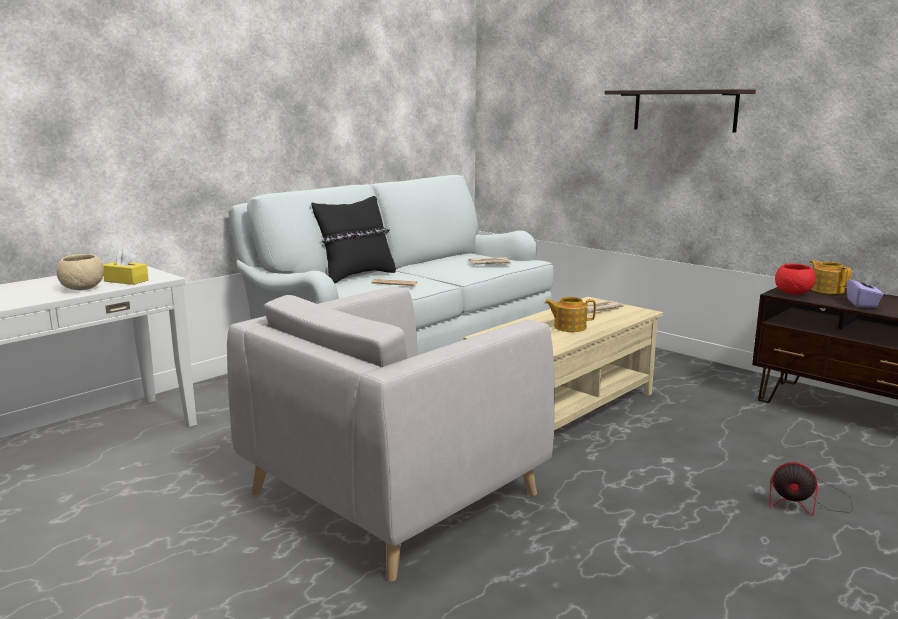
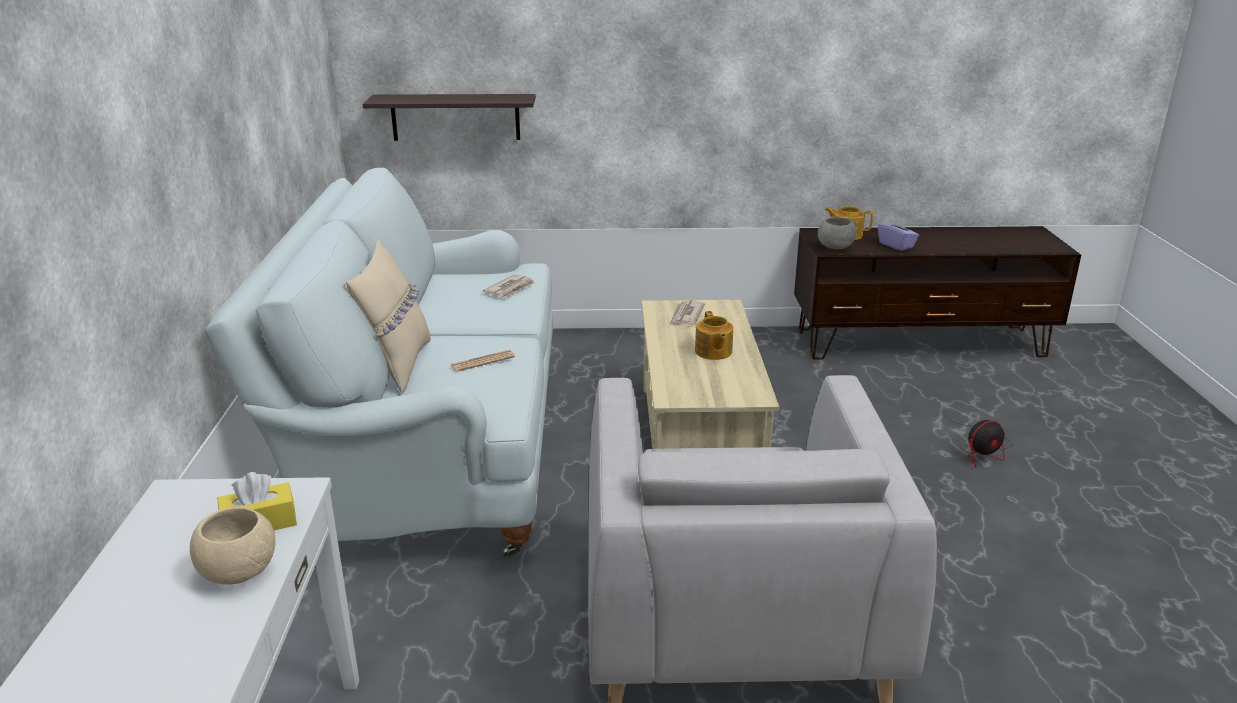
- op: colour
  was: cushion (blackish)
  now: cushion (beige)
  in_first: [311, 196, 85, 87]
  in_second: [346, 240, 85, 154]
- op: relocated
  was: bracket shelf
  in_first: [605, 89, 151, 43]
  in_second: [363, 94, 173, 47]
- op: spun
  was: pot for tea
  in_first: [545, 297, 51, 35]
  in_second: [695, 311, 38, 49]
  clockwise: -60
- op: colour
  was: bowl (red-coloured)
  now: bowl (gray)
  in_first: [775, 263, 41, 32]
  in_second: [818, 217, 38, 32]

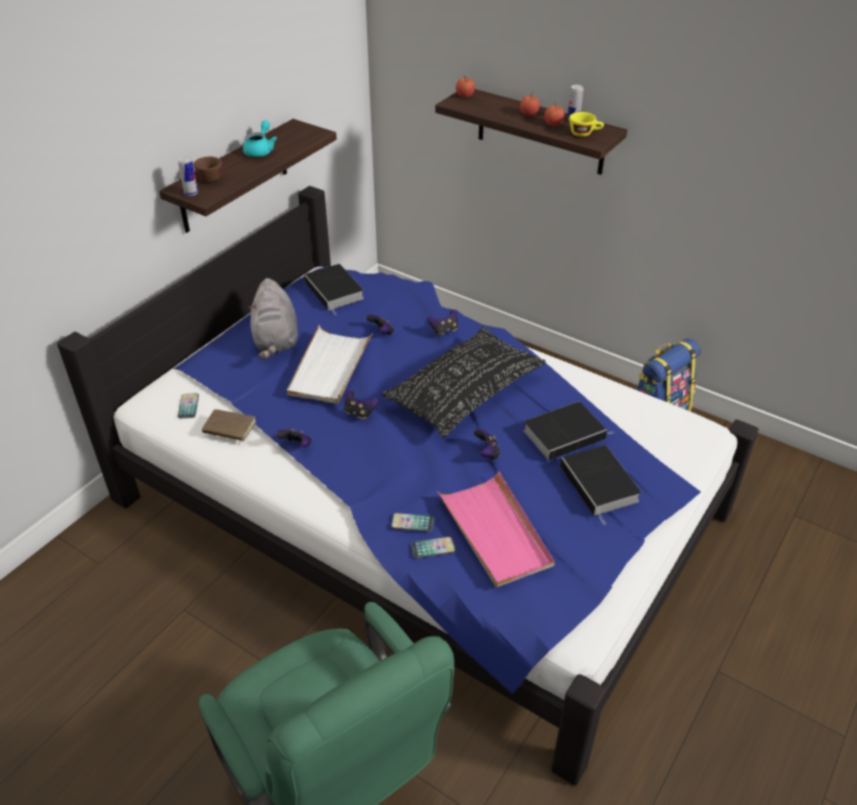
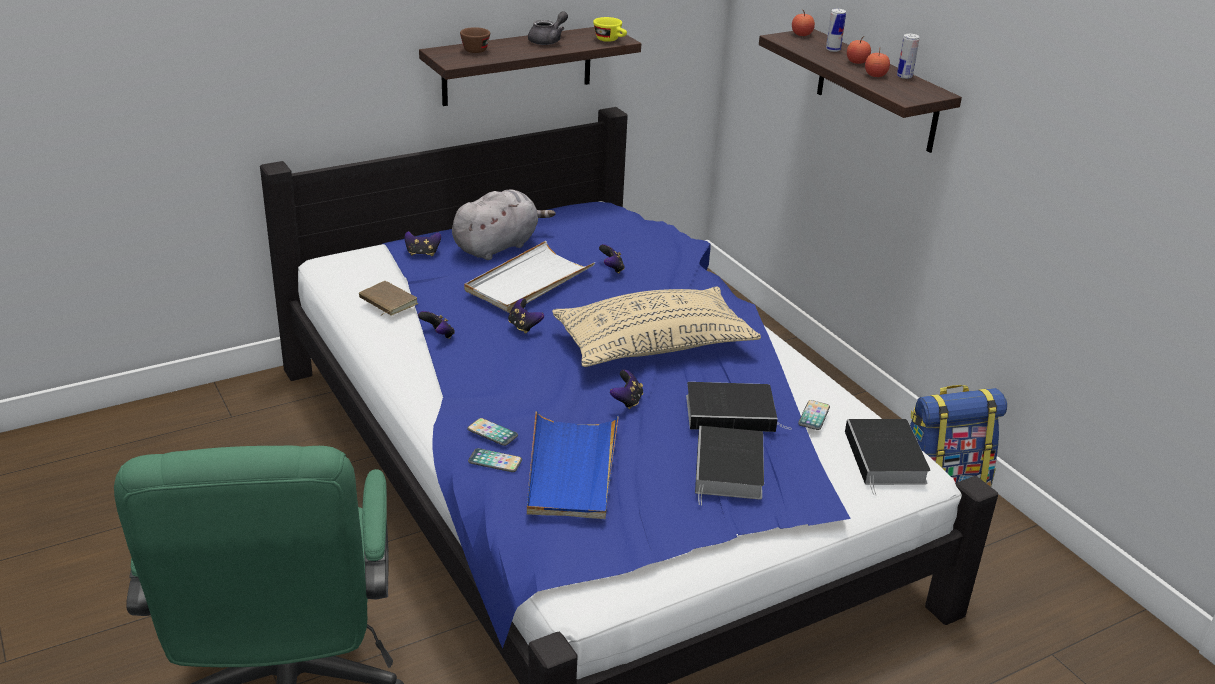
- op: relocated
  was: gamepad
  in_first: [428, 310, 30, 25]
  in_second: [405, 231, 36, 25]
- op: spun
  was: cuddly toy (gray)
  in_first: [248, 278, 50, 81]
  in_second: [452, 189, 103, 71]
  clockwise: -150
- op: colour
  was: carrying tray (pinkish)
  now: carrying tray (bluish)
  in_first: [437, 471, 118, 116]
  in_second: [527, 410, 92, 109]
- op: colour
  was: pot for tea (blue-green)
  now: pot for tea (gray)
  in_first: [243, 120, 34, 37]
  in_second: [528, 11, 40, 34]
- op: colour
  was: cushion (blackish)
  now: cushion (beige)
  in_first: [382, 327, 163, 110]
  in_second: [552, 286, 209, 81]
- op: relocated
  was: drinking cup (yellow)
  in_first: [569, 112, 35, 25]
  in_second: [593, 17, 34, 25]
- op: relocated
  was: telephone
  in_first: [178, 393, 21, 26]
  in_second: [798, 400, 32, 30]
- op: relocated
  was: can
  in_first: [178, 156, 20, 40]
  in_second: [826, 9, 20, 43]
- op: relocated
  was: volume
  in_first: [304, 264, 60, 51]
  in_second: [845, 419, 85, 77]

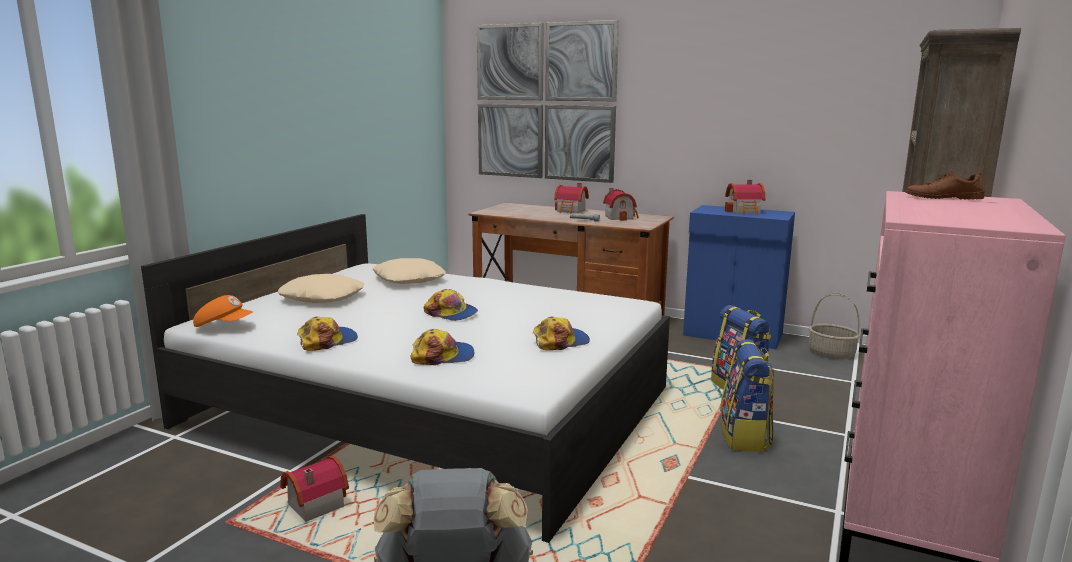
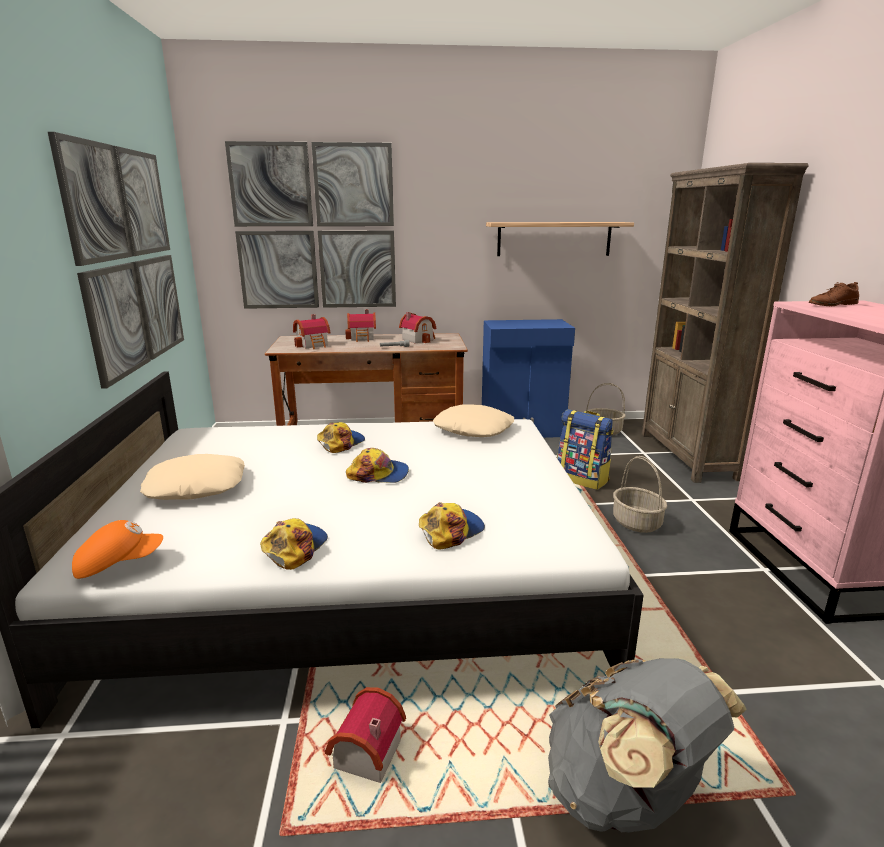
- op: appeared
  now: wall art
  in_second: [48, 132, 136, 257]
- op: relocated
  was: model house
  in_first: [725, 180, 40, 35]
  in_second: [293, 314, 37, 35]
- op: relocated
  was: baseball cap
  in_first: [533, 317, 57, 33]
  in_second: [317, 422, 48, 31]
- op: relocated
  was: cushion (beige)
  in_first: [373, 258, 73, 26]
  in_second: [433, 404, 81, 33]
- op: appeared
  now: bracket shelf
  in_second: [486, 222, 148, 34]
- op: exchanged
  was: backpack
  now: basket
  in_first: [720, 339, 54, 113]
  in_second: [613, 456, 54, 77]

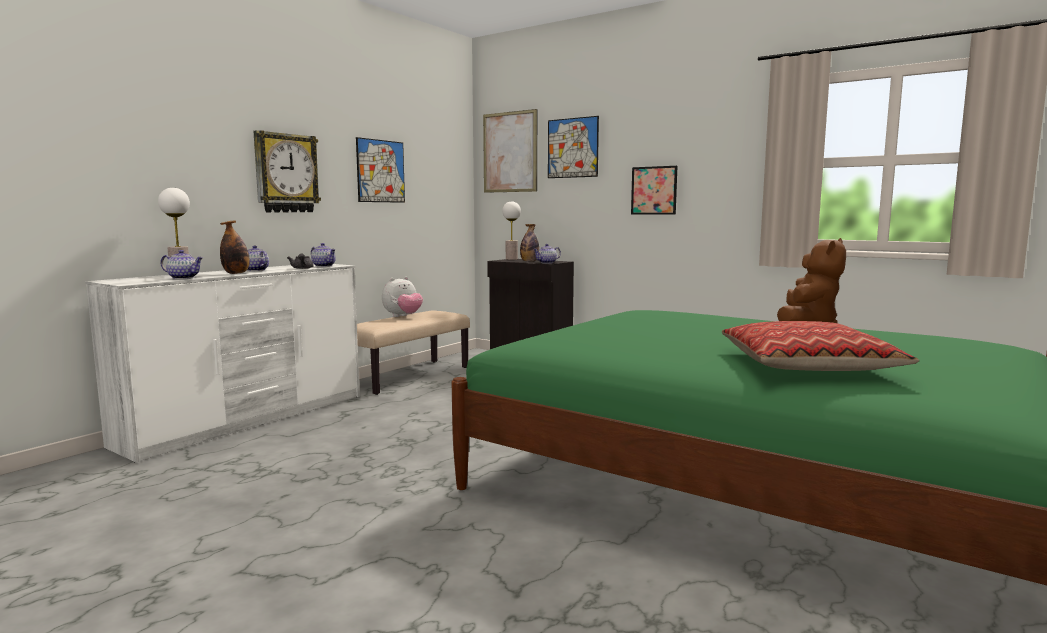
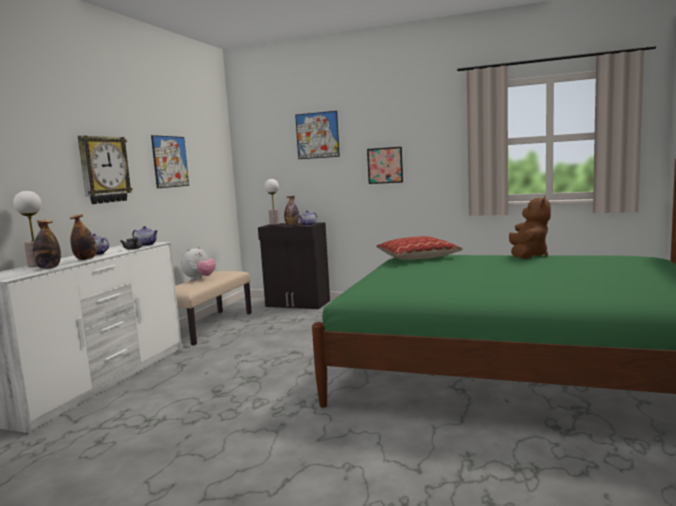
- op: exchanged
  was: pot for tea
  now: bottle
  in_first: [161, 250, 42, 29]
  in_second: [32, 220, 29, 49]
- op: relocated
  was: cushion
  in_first: [722, 321, 197, 50]
  in_second: [376, 236, 87, 24]
- op: missing
  was: wall art
  in_first: [483, 109, 54, 84]

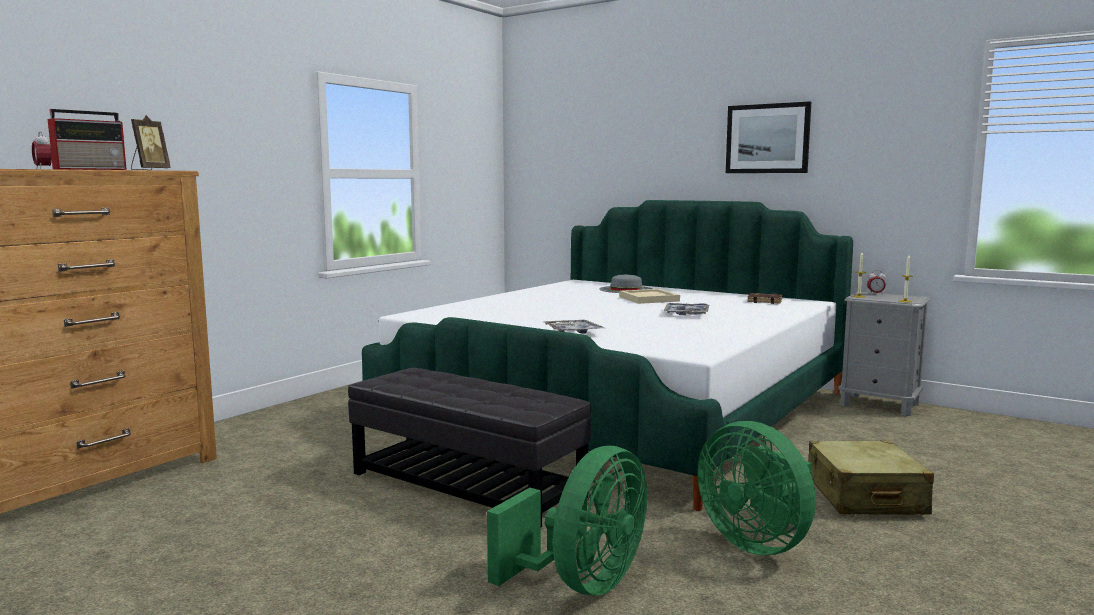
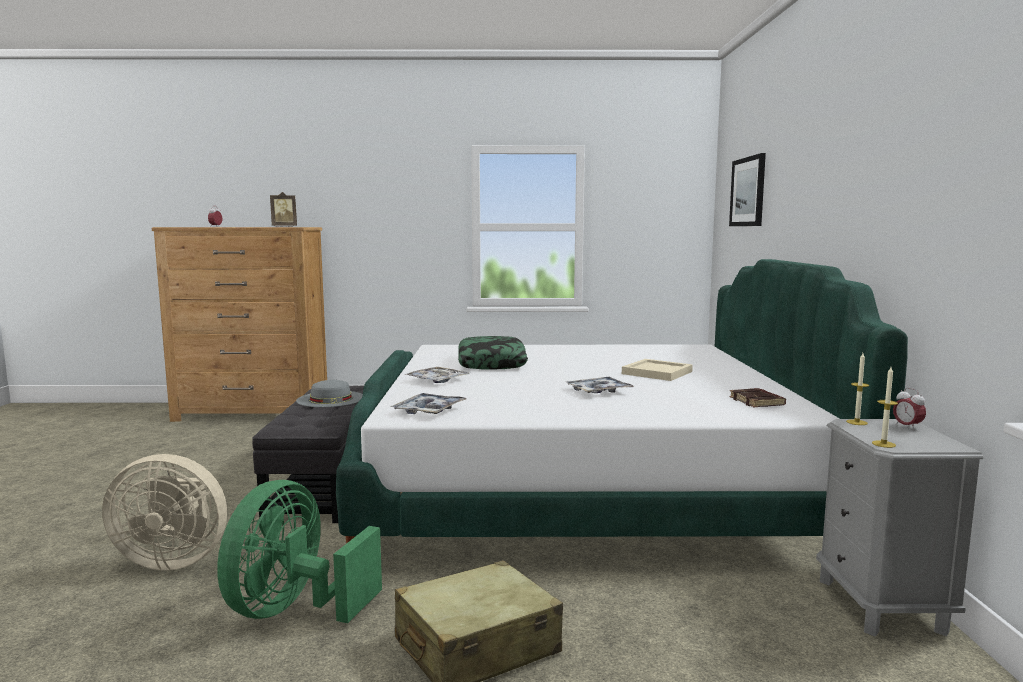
- op: colour
  was: cooling fan (green-coloured)
  now: cooling fan (beige)
  in_first: [487, 446, 160, 149]
  in_second: [102, 454, 125, 117]
- op: relocated
  was: clothing hat (gray)
  in_first: [599, 274, 54, 19]
  in_second: [296, 380, 67, 27]
- op: appeared
  now: carrying tray
  in_second: [390, 393, 76, 21]
- op: appeared
  now: cushion
  in_second: [458, 336, 70, 34]
- op: relocated
  was: wall art
  in_first: [726, 101, 85, 72]
  in_second: [729, 153, 37, 73]
- op: missing
  was: radio set
  in_first: [48, 109, 79, 61]

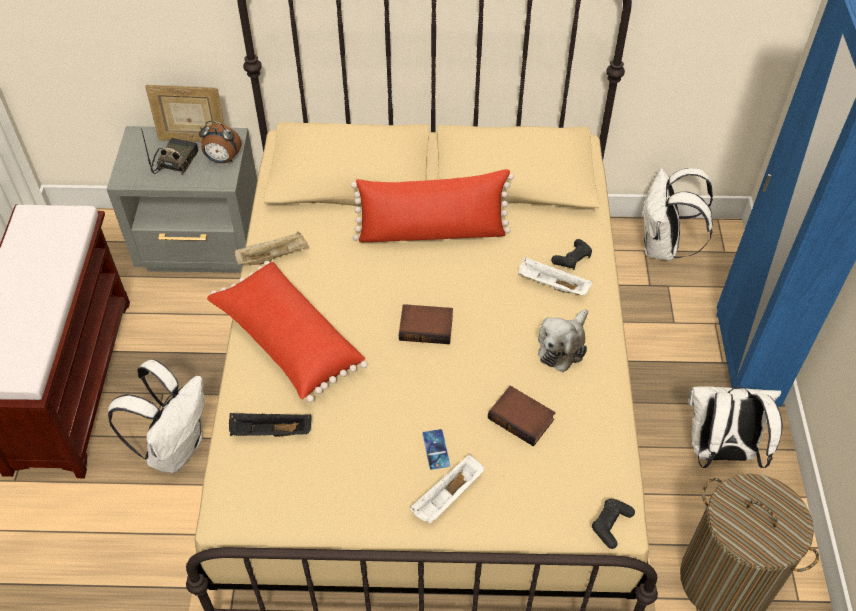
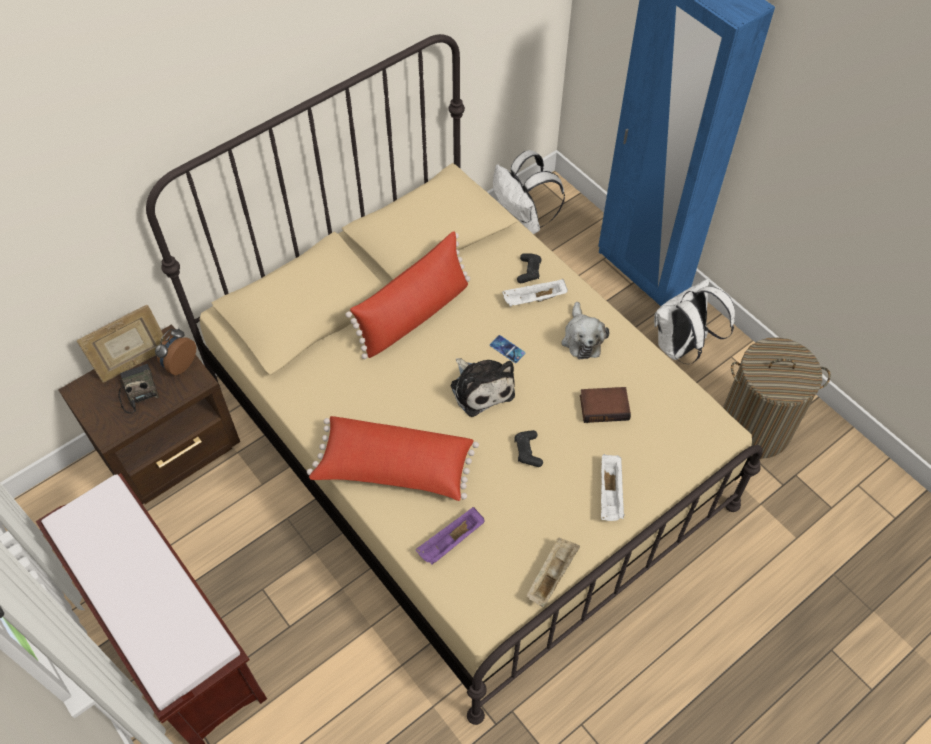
- op: colour
  was: night table (gray)
  now: night table (brown)
  in_first: [107, 126, 150, 147]
  in_second: [59, 324, 181, 180]
- op: spun
  was: table clock
  in_first: [199, 121, 43, 42]
  in_second: [155, 328, 41, 47]
  clockwise: 150
- op: colour
  was: carrying tray (blackish)
  now: carrying tray (purplish)
  in_first: [229, 413, 83, 24]
  in_second: [416, 507, 69, 58]
- op: exchanged
  was: volume
  now: cuddly toy
  in_first: [399, 304, 54, 40]
  in_second: [451, 358, 64, 59]
- op: relocated
  was: telephone
  in_first: [422, 429, 28, 41]
  in_second: [490, 335, 35, 28]
- op: relocated
  was: gamepad (blackish)
  in_first: [592, 499, 43, 50]
  in_second: [514, 430, 29, 37]
- op: relocated
  was: carrying tray (beige)
  in_first: [234, 231, 75, 34]
  in_second: [526, 538, 54, 69]
- op: missing
  was: backpack (white-coloured)
  in_first: [108, 359, 97, 114]

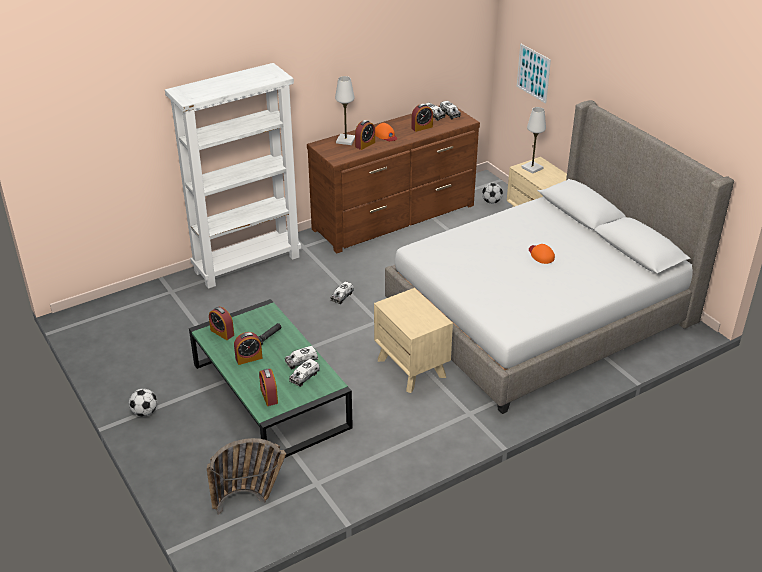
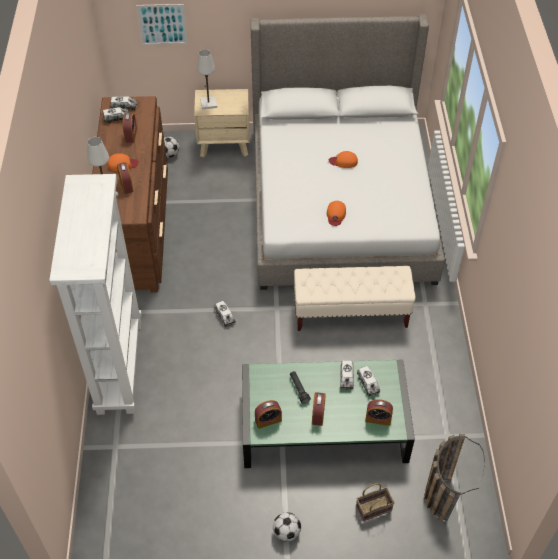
- op: exchanged
  was: night table (beige)
  now: indoor bench (beige)
  in_first: [374, 288, 79, 105]
  in_second: [294, 266, 121, 65]
- op: appeared
  now: baseball cap (orange-coloured)
  in_second: [327, 201, 19, 25]
- op: appeared
  now: basket
  in_second: [356, 483, 39, 39]

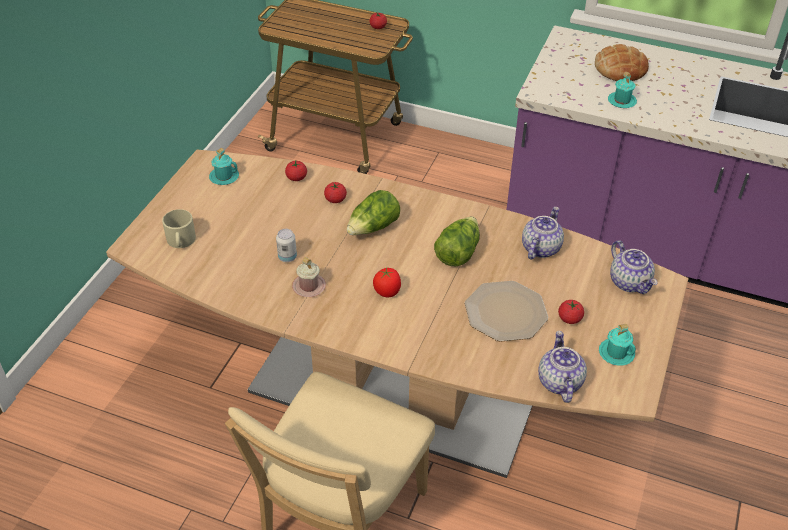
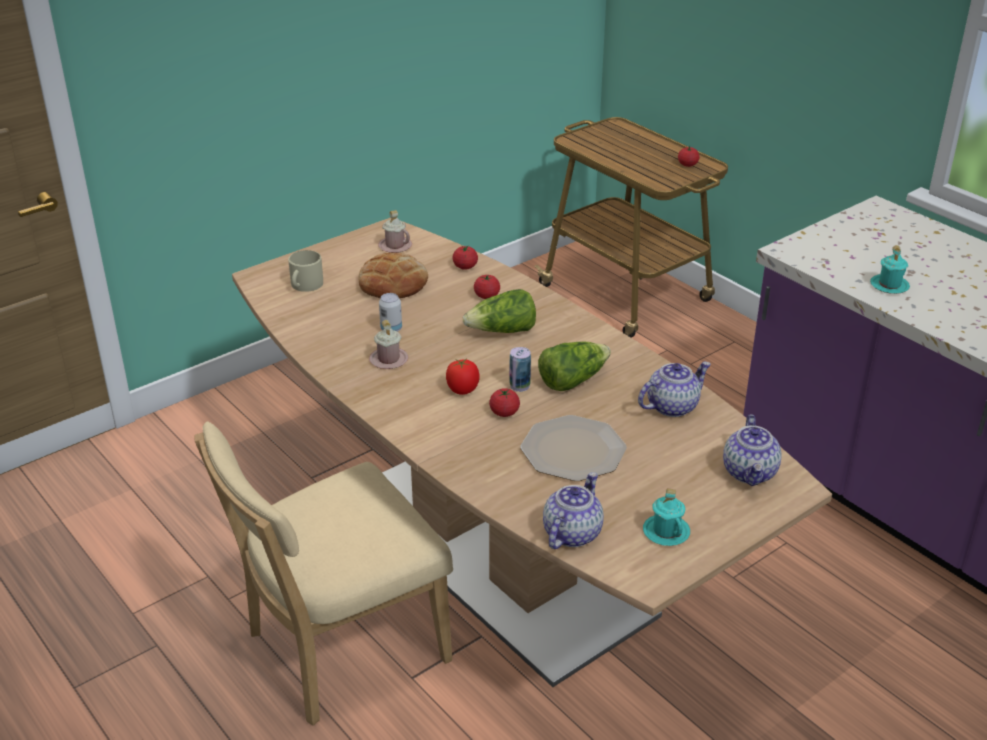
- op: relocated
  was: bread
  in_first: [595, 44, 54, 37]
  in_second: [359, 253, 69, 45]
- op: colour
  was: tea mug (blue-green)
  now: tea mug (pinkish)
  in_first: [209, 148, 30, 37]
  in_second: [378, 210, 34, 43]
- op: relocated
  was: tomato
  in_first: [558, 300, 26, 24]
  in_second: [489, 388, 31, 29]
- op: appeared
  now: can
  in_second: [509, 347, 22, 45]

